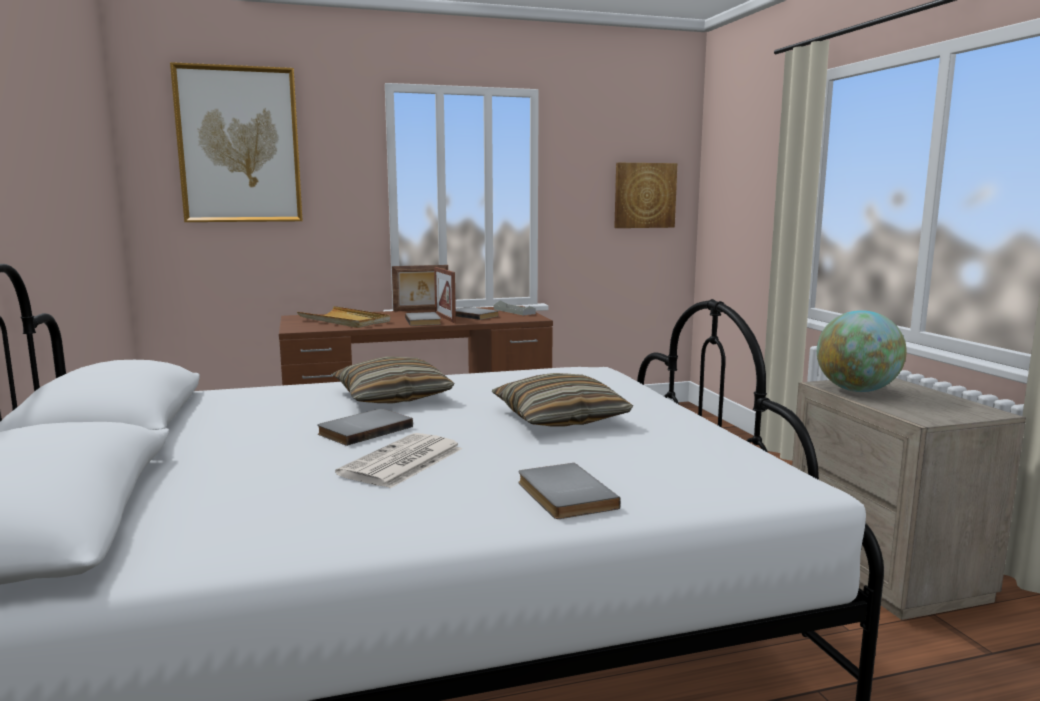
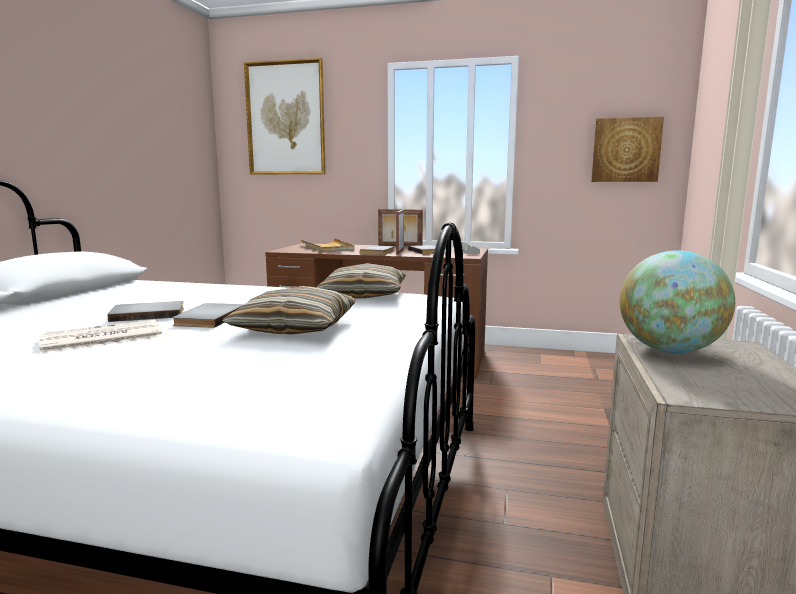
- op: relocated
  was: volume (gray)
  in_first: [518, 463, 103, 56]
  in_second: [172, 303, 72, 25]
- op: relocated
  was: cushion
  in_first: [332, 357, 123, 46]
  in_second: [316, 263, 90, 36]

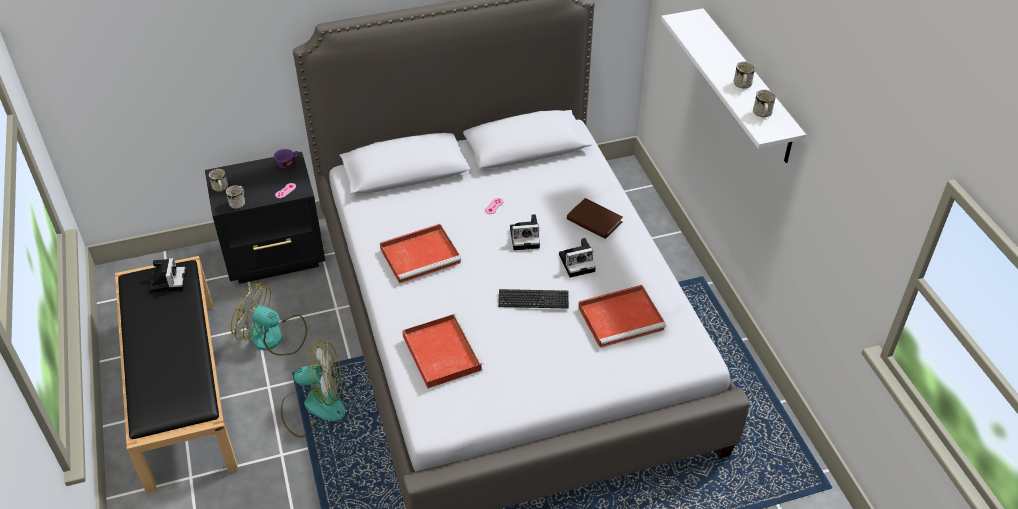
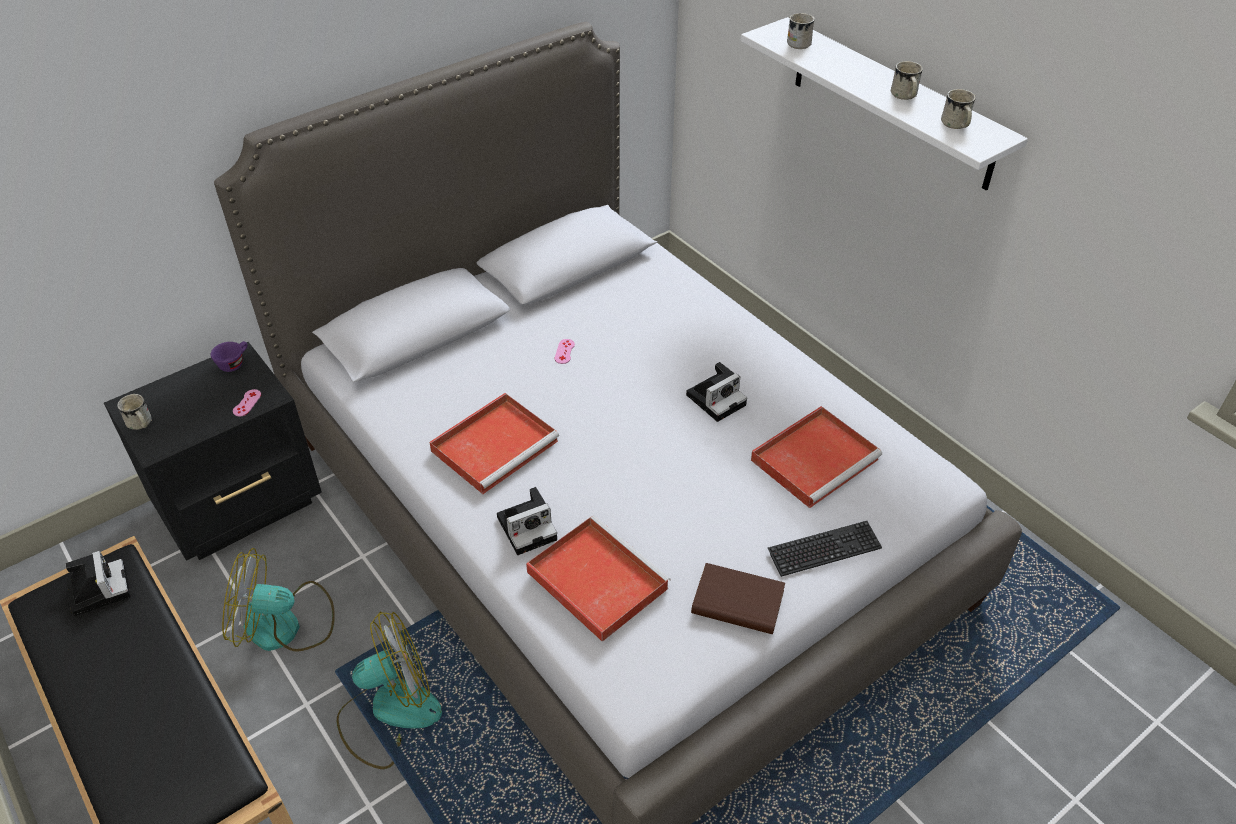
- op: relocated
  was: photo camera
  in_first: [510, 214, 30, 36]
  in_second: [497, 487, 60, 68]
- op: relocated
  was: volume (brown)
  in_first: [567, 198, 56, 41]
  in_second: [691, 563, 94, 71]
- op: relocated
  was: computer keyboard
  in_first: [498, 289, 71, 20]
  in_second: [768, 521, 114, 56]
- op: relocated
  was: tea mug (white-coloured)
  in_first: [226, 185, 19, 24]
  in_second: [787, 13, 28, 36]

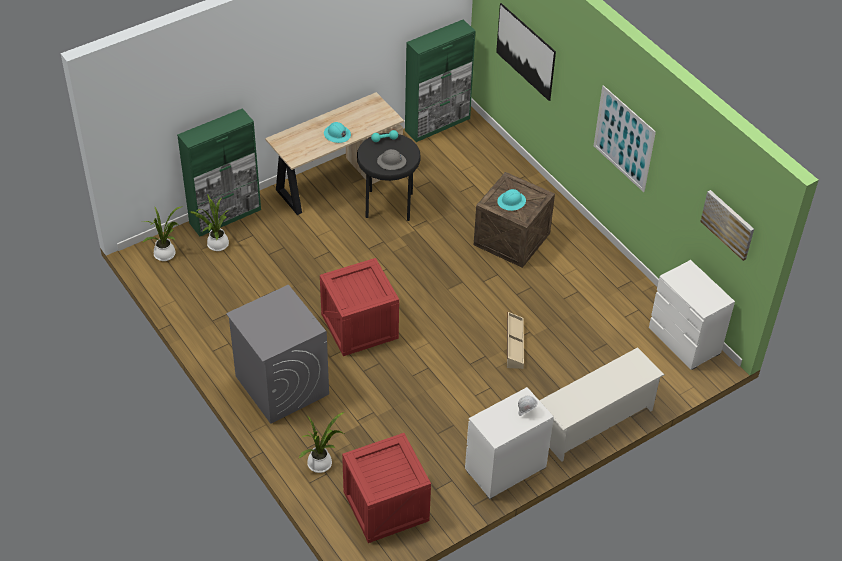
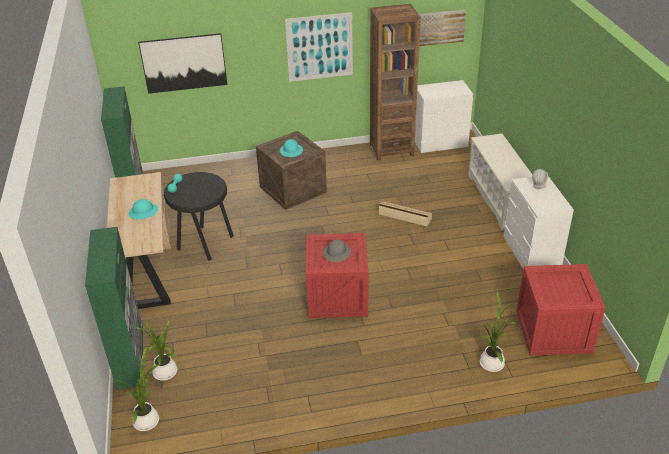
- op: relocated
  was: work helmet (gray)
  in_first: [377, 149, 29, 21]
  in_second: [323, 239, 28, 23]
- op: appeared
  now: shelving unit (brown)
  in_second: [370, 4, 51, 157]
- op: missing
  was: laundry machine (gray)
  in_first: [226, 285, 103, 139]

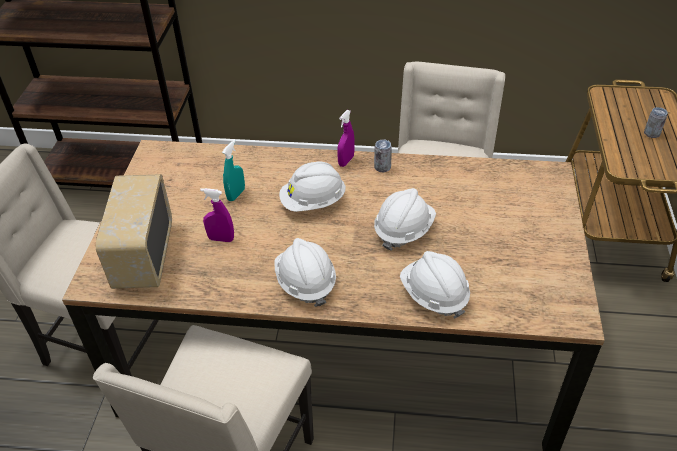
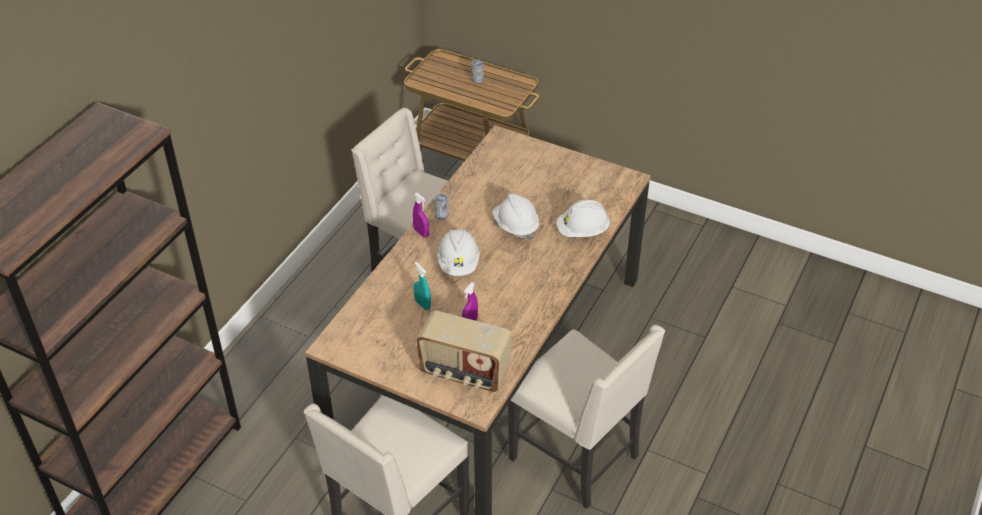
- op: missing
  was: work helmet (white-coloured)
  in_first: [274, 238, 62, 69]

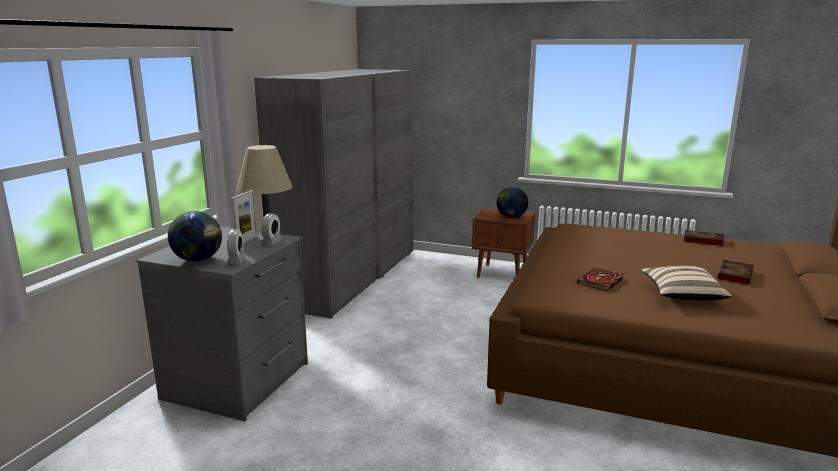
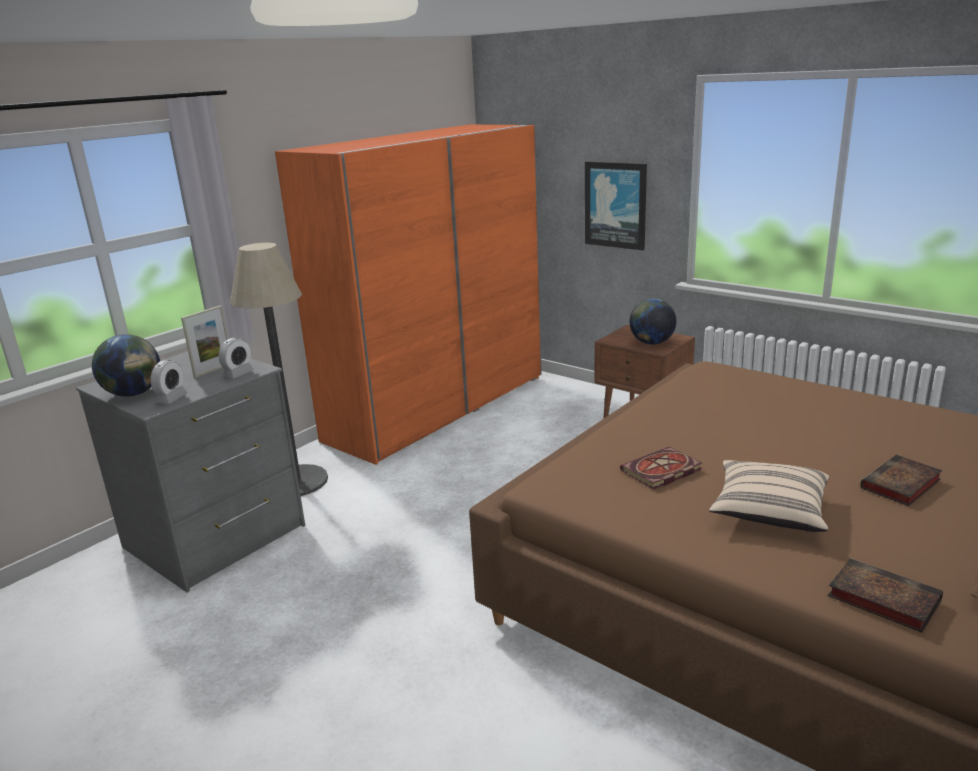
- op: colour
  was: clothes cupboard (gray)
  now: clothes cupboard (orange-coloured)
  in_first: [254, 69, 159, 250]
  in_second: [275, 125, 267, 340]
- op: appeared
  now: wall art
  in_second: [585, 161, 62, 89]
- op: relocated
  was: volume
  in_first: [684, 230, 40, 16]
  in_second: [828, 558, 115, 75]

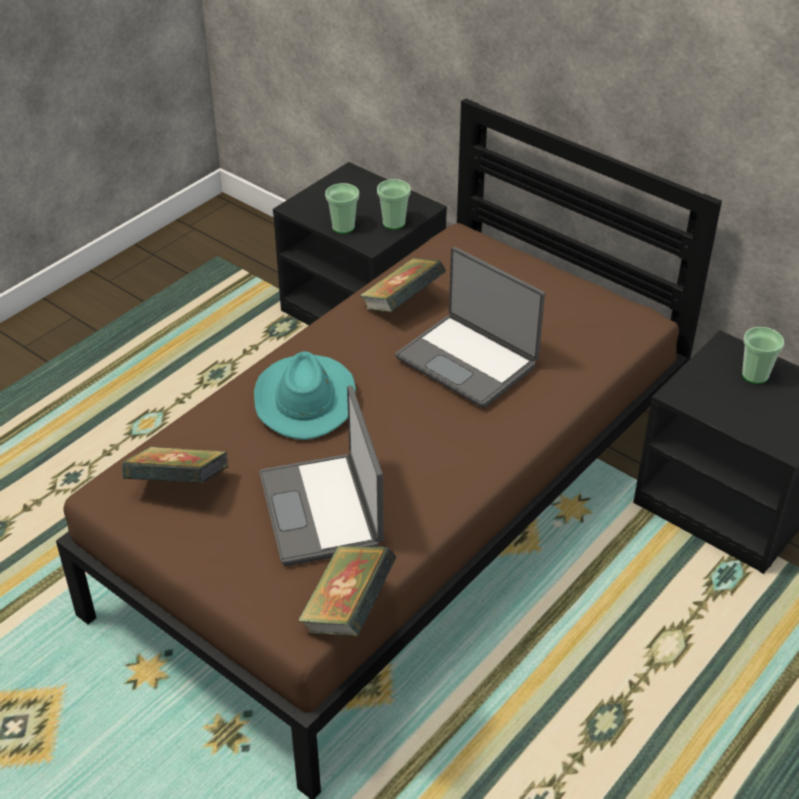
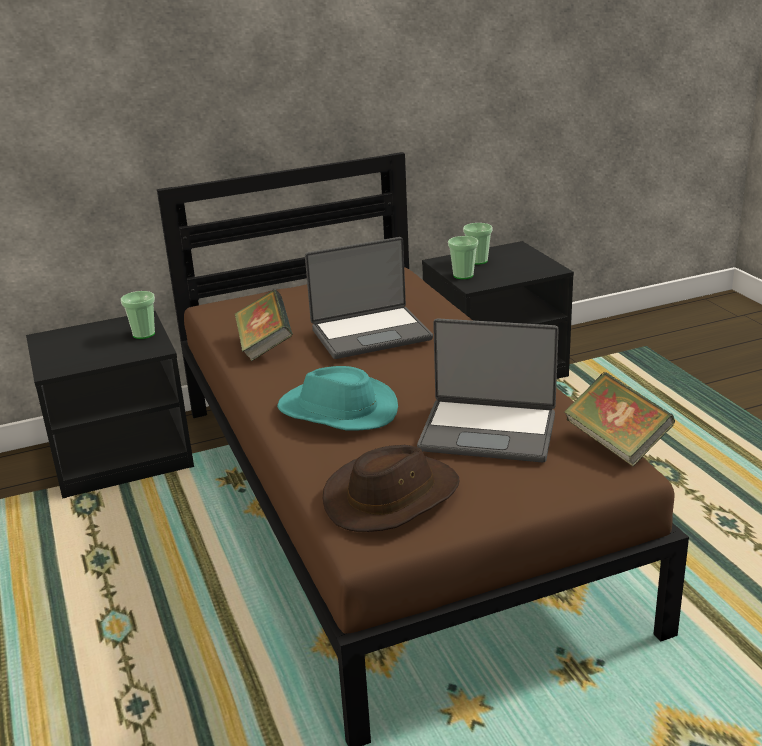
- op: exchanged
  was: volume
  now: clothing hat (brown)
  in_first: [122, 447, 107, 36]
  in_second: [323, 445, 136, 87]
- op: relocated
  was: drinking cup
  in_first: [325, 183, 34, 51]
  in_second: [448, 236, 30, 43]

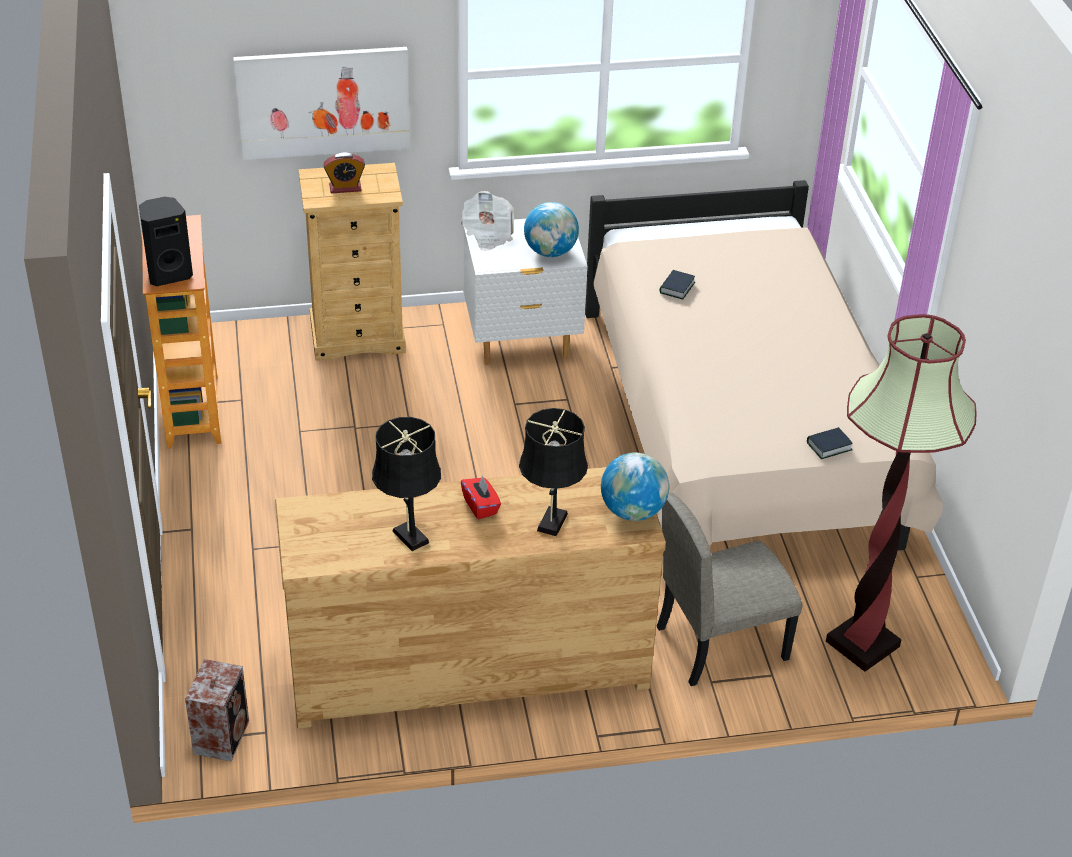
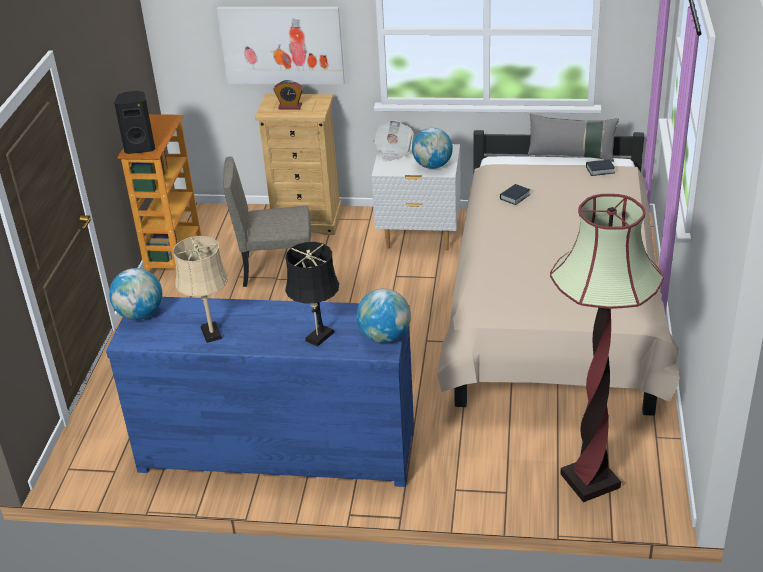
- op: colour
  was: drawer chest (brown)
  now: drawer chest (bluish)
  in_first: [275, 467, 391, 262]
  in_second: [106, 297, 308, 190]
- op: appeared
  now: desk globe
  in_second: [109, 268, 53, 52]
- op: colour
  was: lamp for a table (blackish)
  now: lamp for a table (beige)
  in_first: [372, 417, 69, 134]
  in_second: [173, 236, 55, 107]
- op: relocated
  was: upright chair (beige)
  in_first: [656, 493, 147, 193]
  in_second: [223, 156, 88, 131]
- op: appeared
  now: cushion (gray)
  in_second: [527, 113, 92, 49]
- op: relocated
  was: volume
  in_first: [807, 427, 46, 32]
  in_second: [586, 159, 29, 17]
- op: missing
  was: audio speaker
  in_first: [185, 659, 64, 102]
- op: missing
  was: box of tissues (red-coloured)
  in_first: [461, 475, 40, 44]

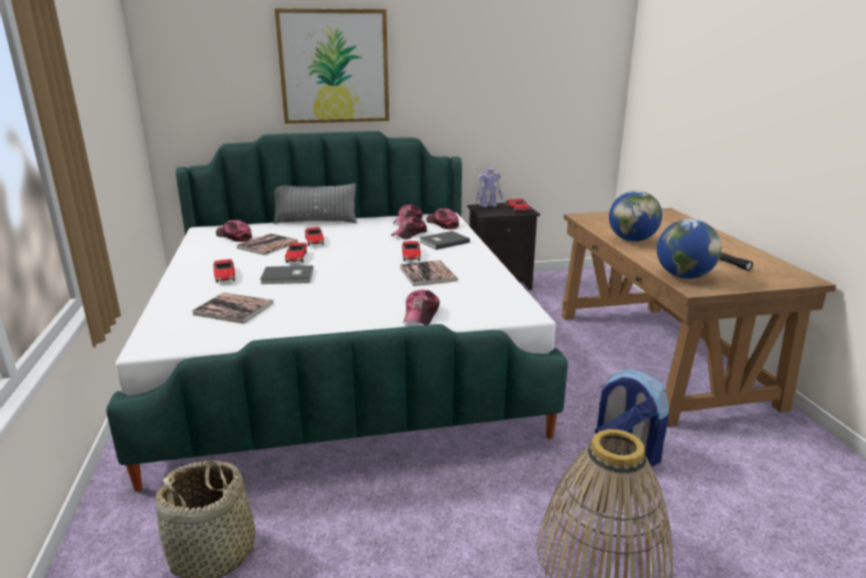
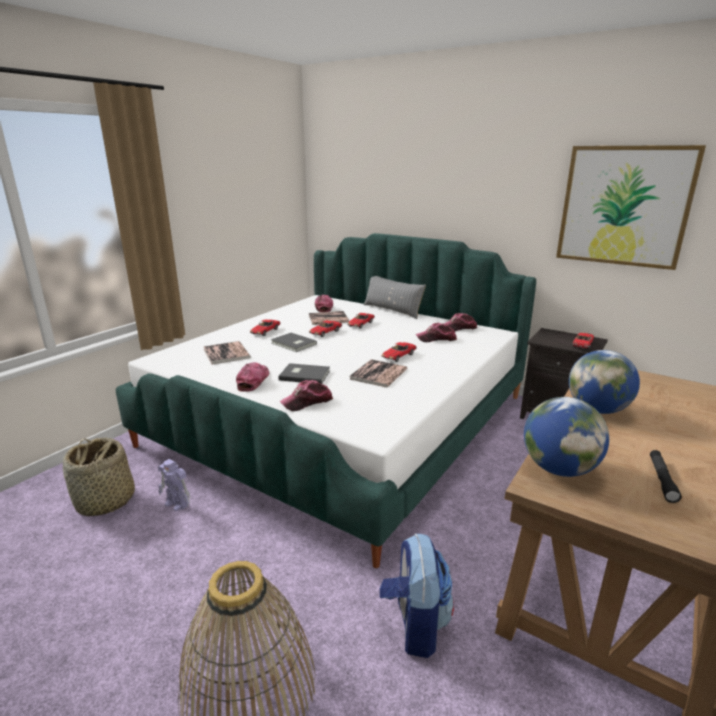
- op: relocated
  was: toy robot
  in_first: [476, 168, 27, 39]
  in_second: [158, 459, 33, 52]
- op: relocated
  was: baseball cap
  in_first: [426, 208, 33, 22]
  in_second: [236, 362, 33, 30]
- op: relocated
  was: volume (gray)
  in_first: [419, 231, 51, 19]
  in_second: [278, 363, 52, 21]
- op: relocated
  was: wall art
  in_first: [275, 8, 114, 116]
  in_second: [556, 145, 150, 125]

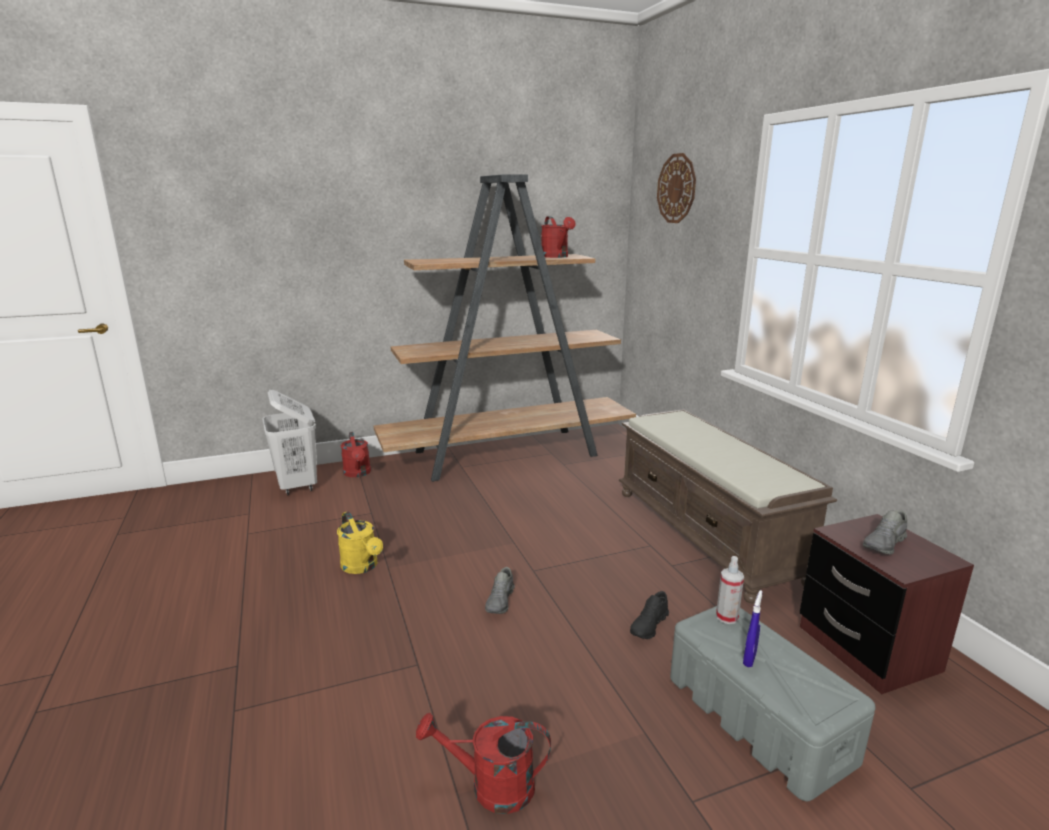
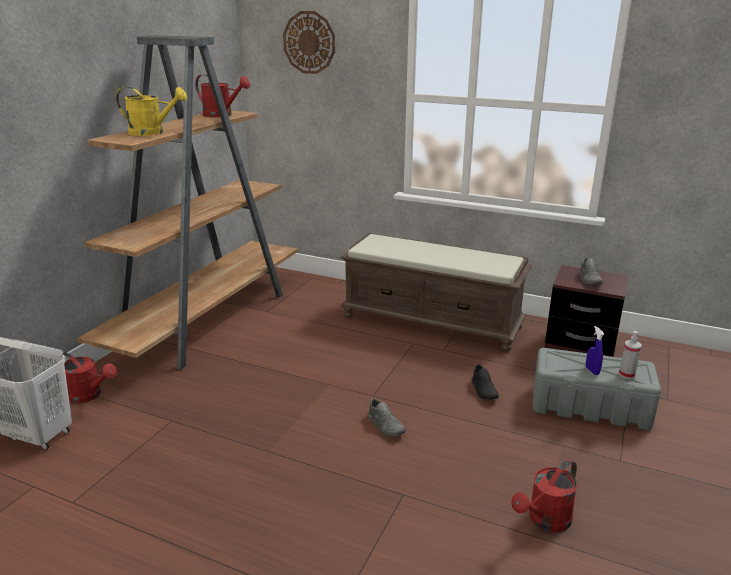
- op: relocated
  was: watering pot (yellow)
  in_first: [337, 511, 46, 63]
  in_second: [116, 87, 71, 49]
- op: relocated
  was: spray bottle
  in_first: [716, 556, 28, 68]
  in_second: [619, 331, 23, 48]

